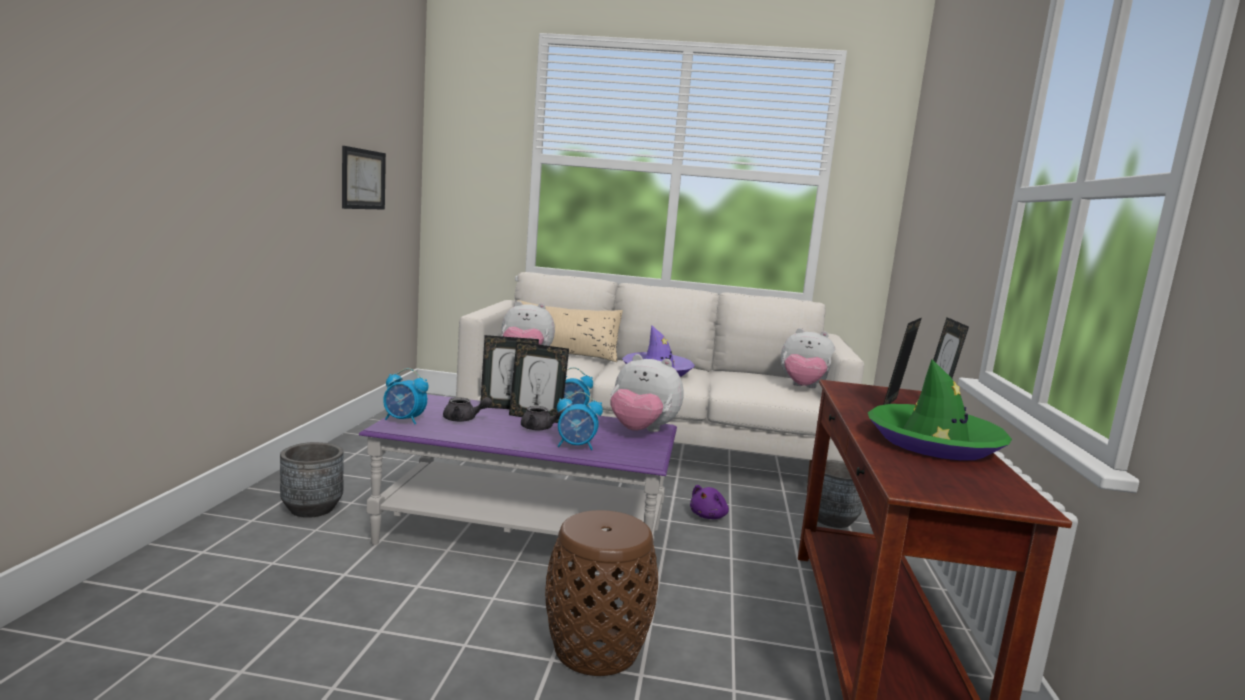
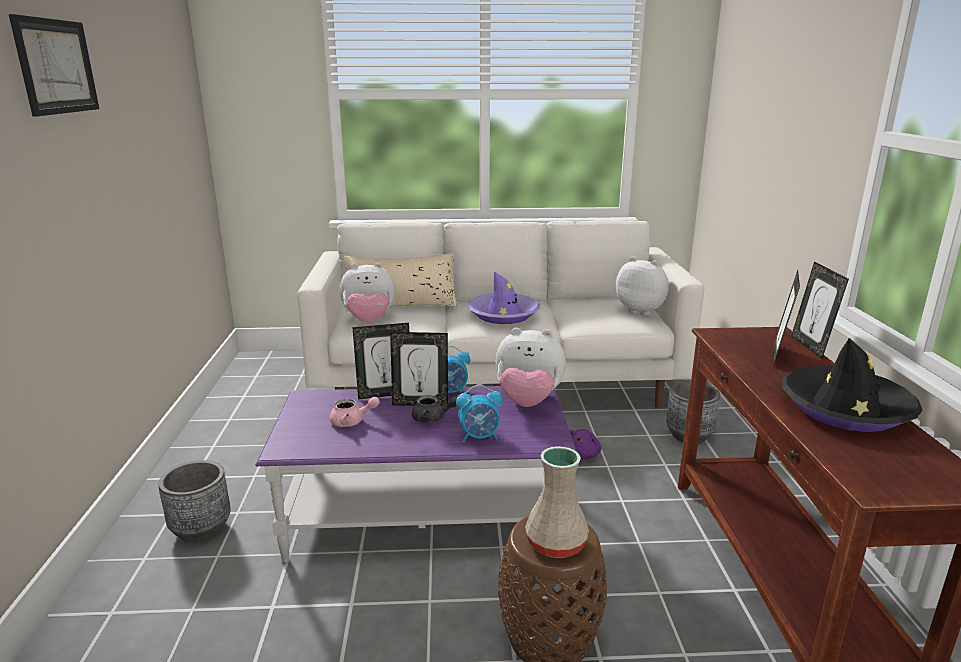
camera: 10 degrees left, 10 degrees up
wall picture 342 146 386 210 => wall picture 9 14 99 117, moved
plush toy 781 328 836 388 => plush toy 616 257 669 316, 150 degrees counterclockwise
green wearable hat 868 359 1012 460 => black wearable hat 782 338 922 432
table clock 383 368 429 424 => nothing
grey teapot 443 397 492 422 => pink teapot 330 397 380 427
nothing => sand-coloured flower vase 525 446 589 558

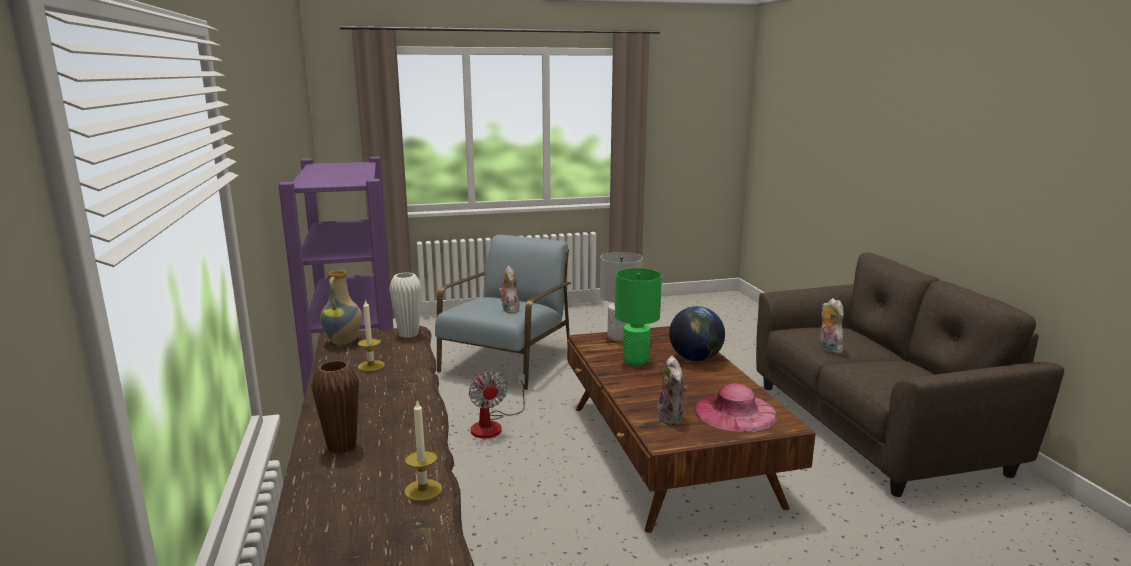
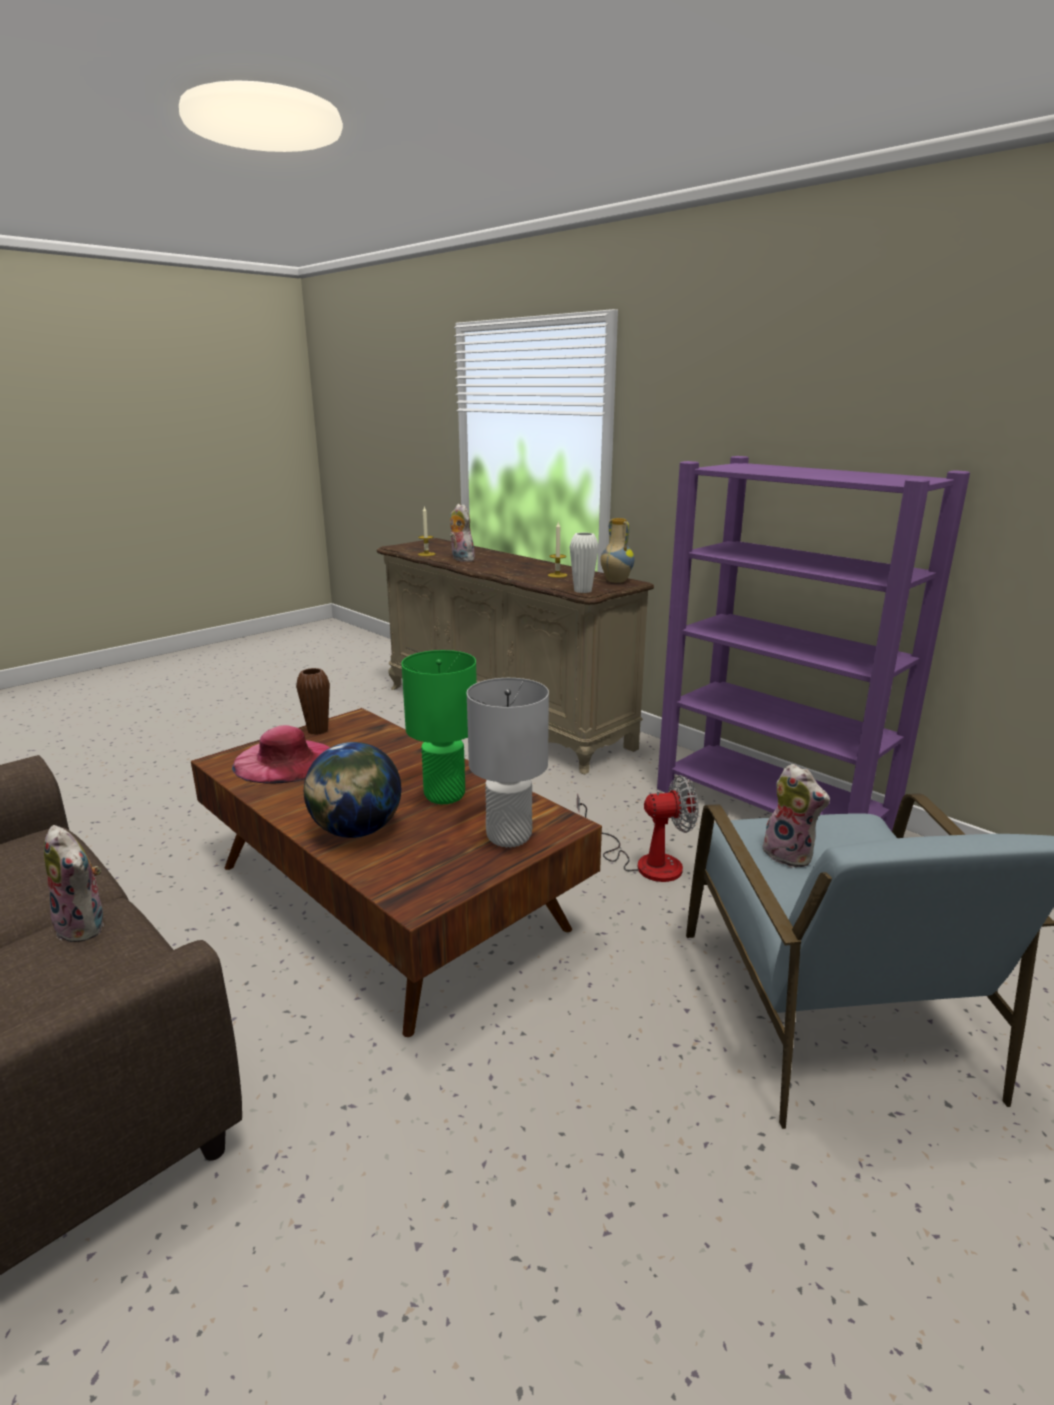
camera: 150 degrees right, 5 degrees up
plush toy 657 356 688 425 => plush toy 450 504 475 562, moved
brownish flower vase 311 360 359 454 => brownish flower vase 296 668 330 735, moved
fan 469 371 525 439 => fan 577 775 699 882, 135 degrees clockwise

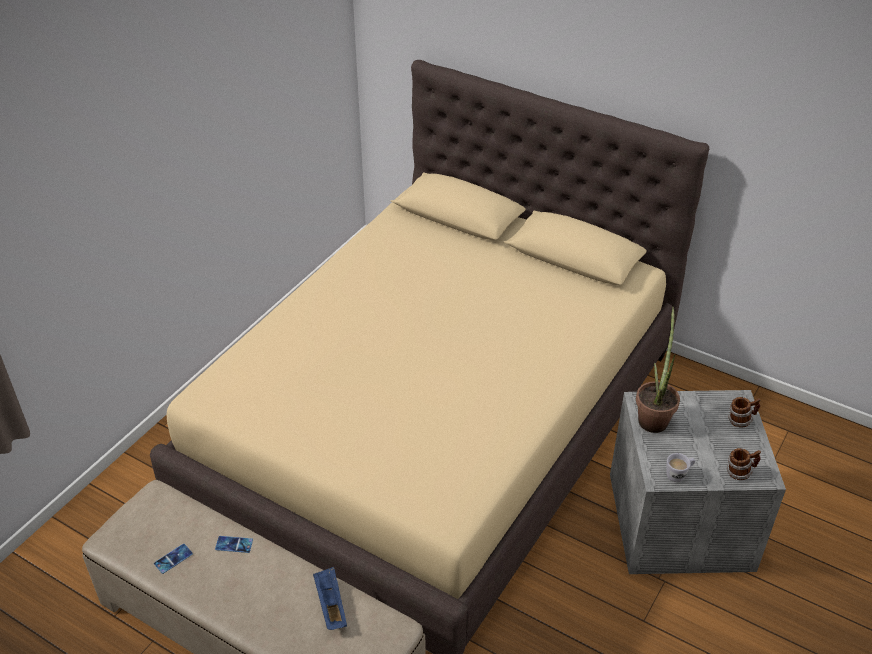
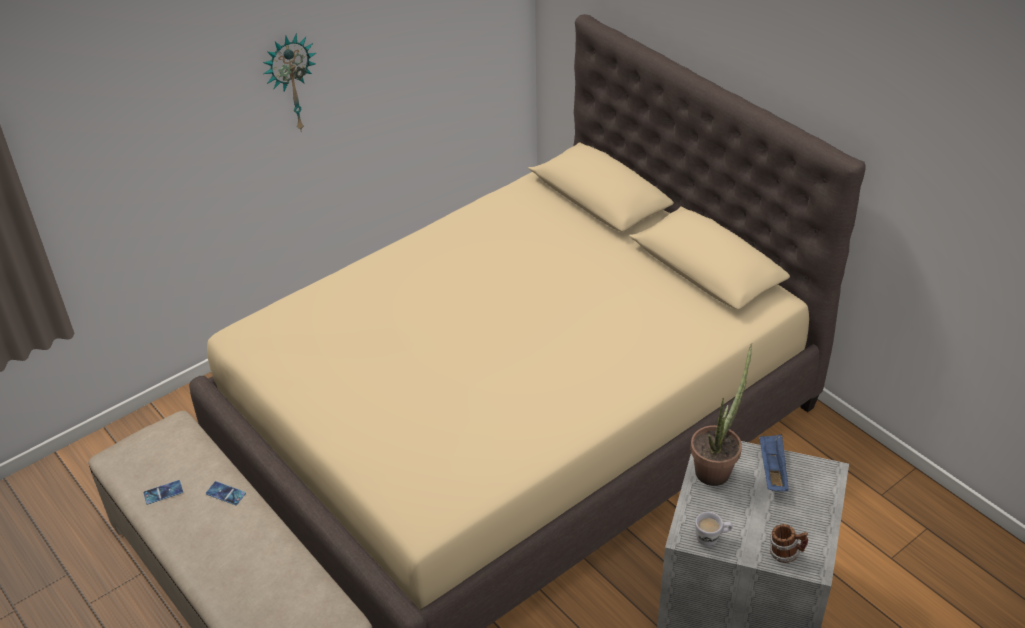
camera: 20 degrees right, 0 degrees up
mug 728 397 761 428 => nothing
blue carrying tray 313 567 347 630 => blue carrying tray 760 434 789 491, moved
nothing => clock on the wall 263 33 316 132

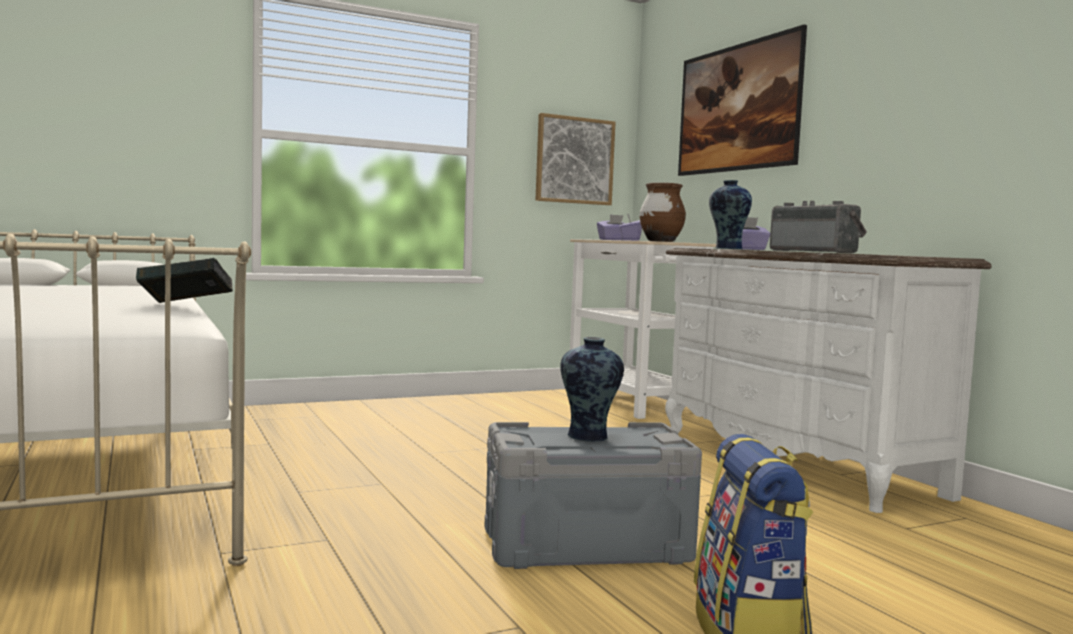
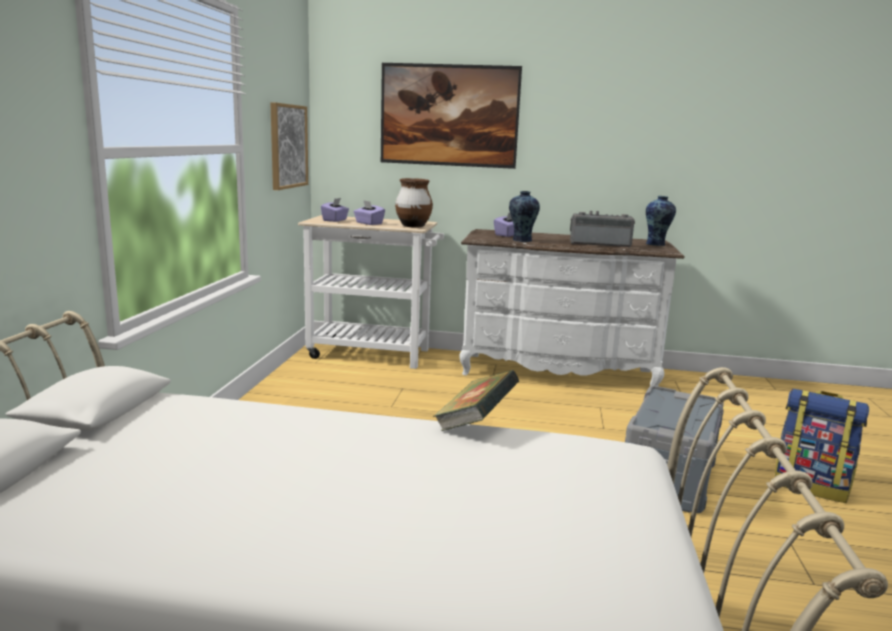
camera: 55 degrees left, 10 degrees up
flower vase 560 337 624 442 => flower vase 646 196 676 246, moved

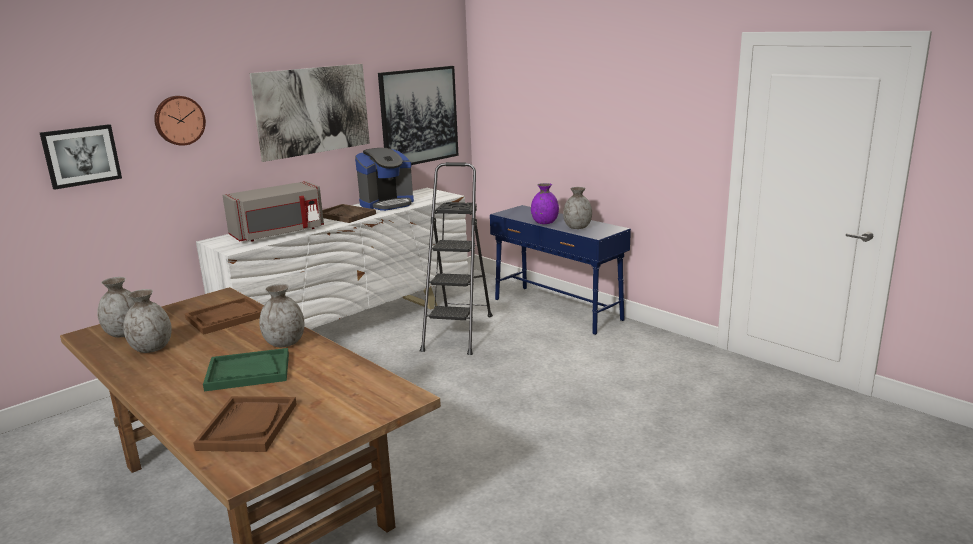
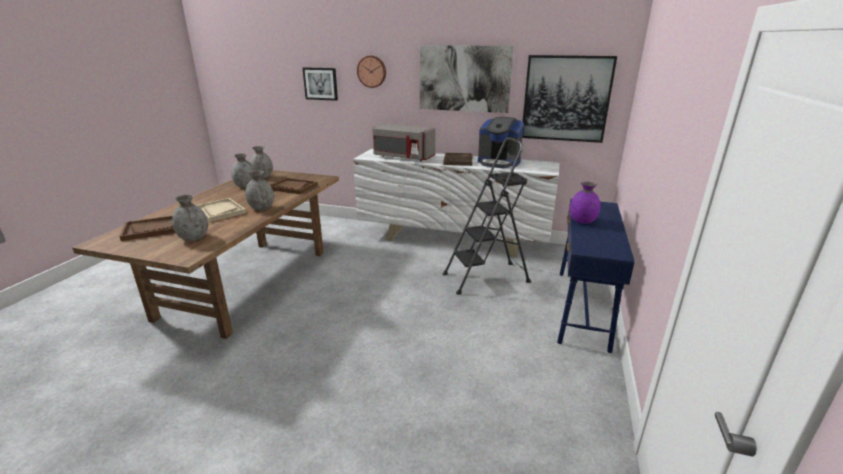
camera: 60 degrees right, 5 degrees up
grey flower vase 563 187 592 229 => grey flower vase 172 195 208 241, moved
green carrying tray 203 348 289 391 => sand-coloured carrying tray 197 198 246 222

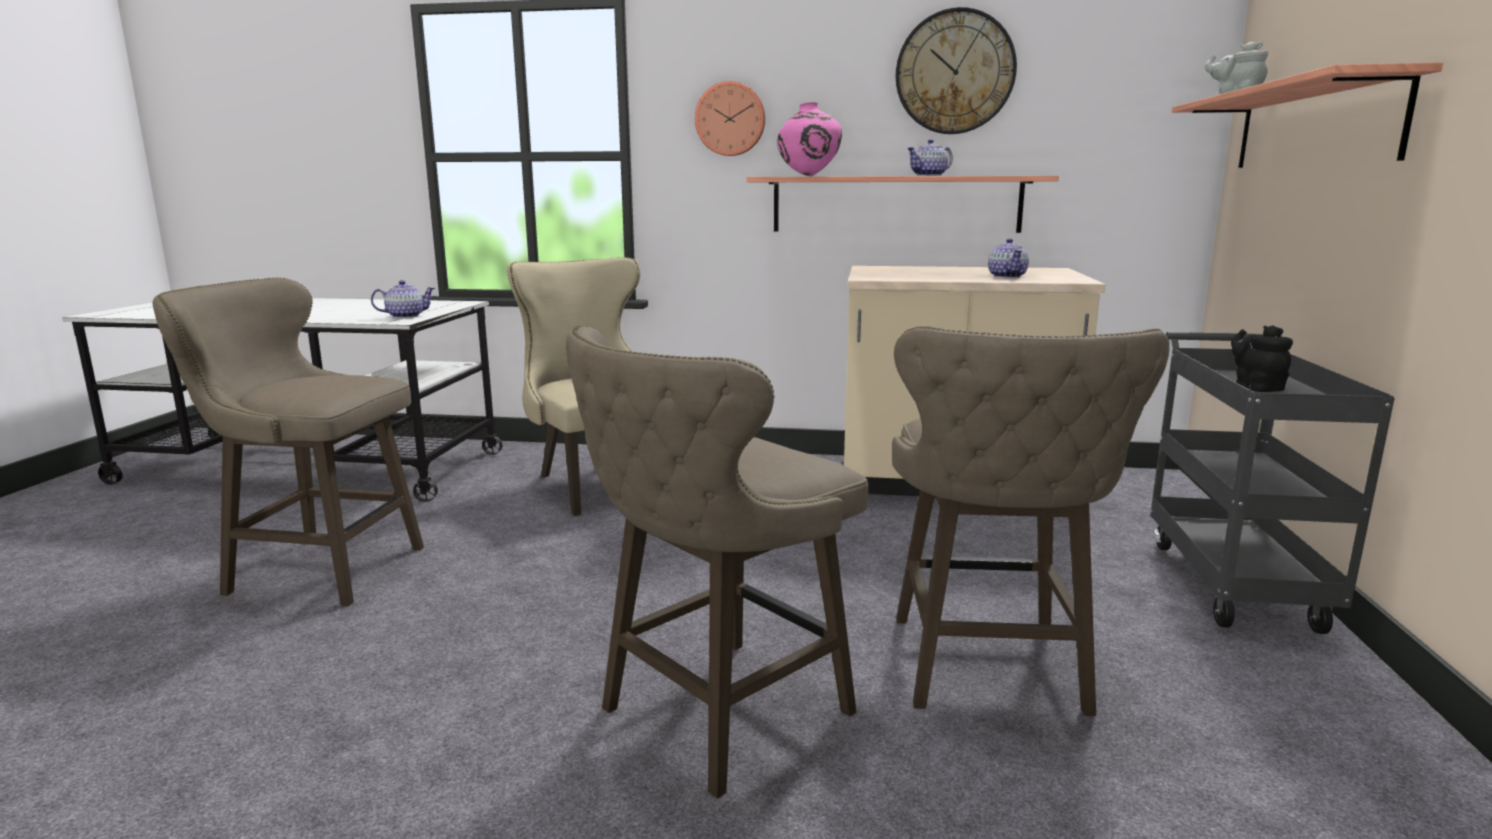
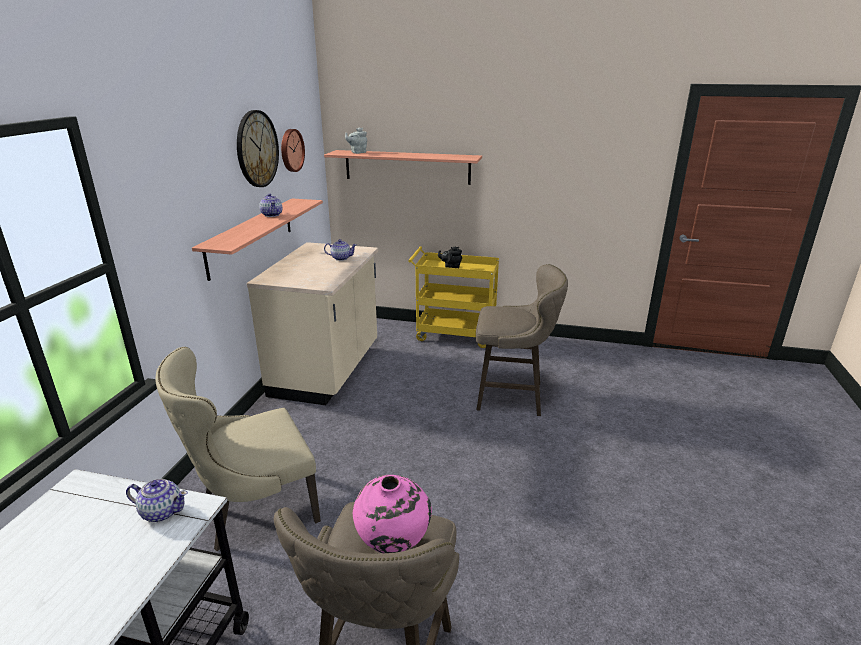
camera: 85 degrees left, 10 degrees up
clock on the wall 695 81 765 156 => clock on the wall 281 129 305 172, moved
pink flower vase 777 102 842 176 => pink flower vase 352 475 432 553, moved
teapot 371 280 435 318 => teapot 126 479 188 522, 120 degrees clockwise
sand-coloured stool seat 566 326 869 799 => nothing
grey cart 1150 332 1394 634 => yellow cart 408 246 499 348

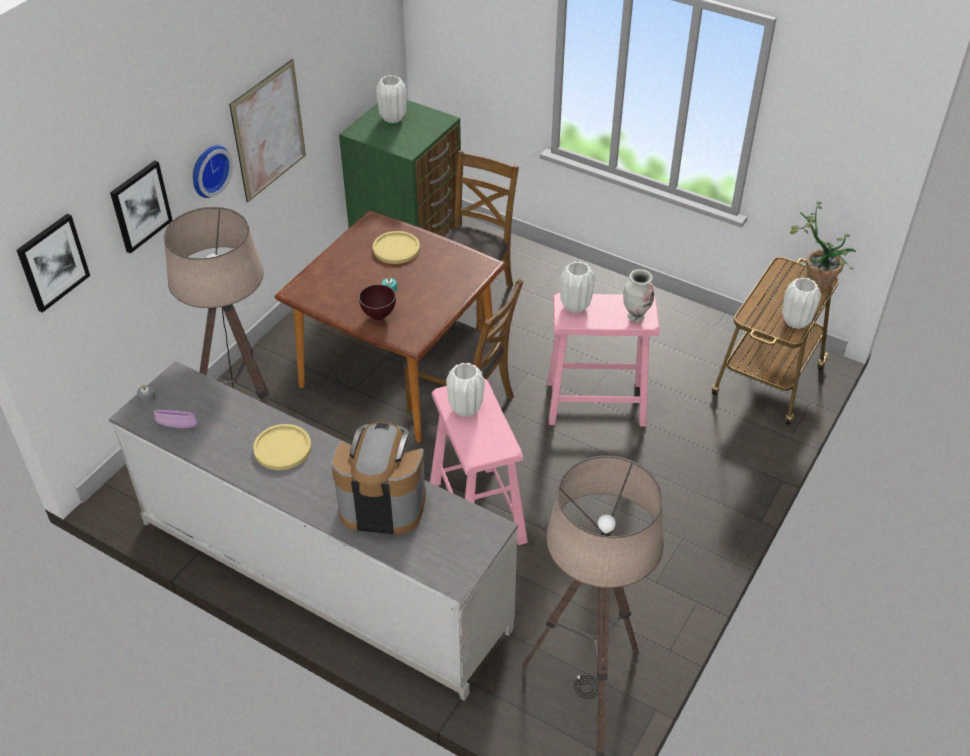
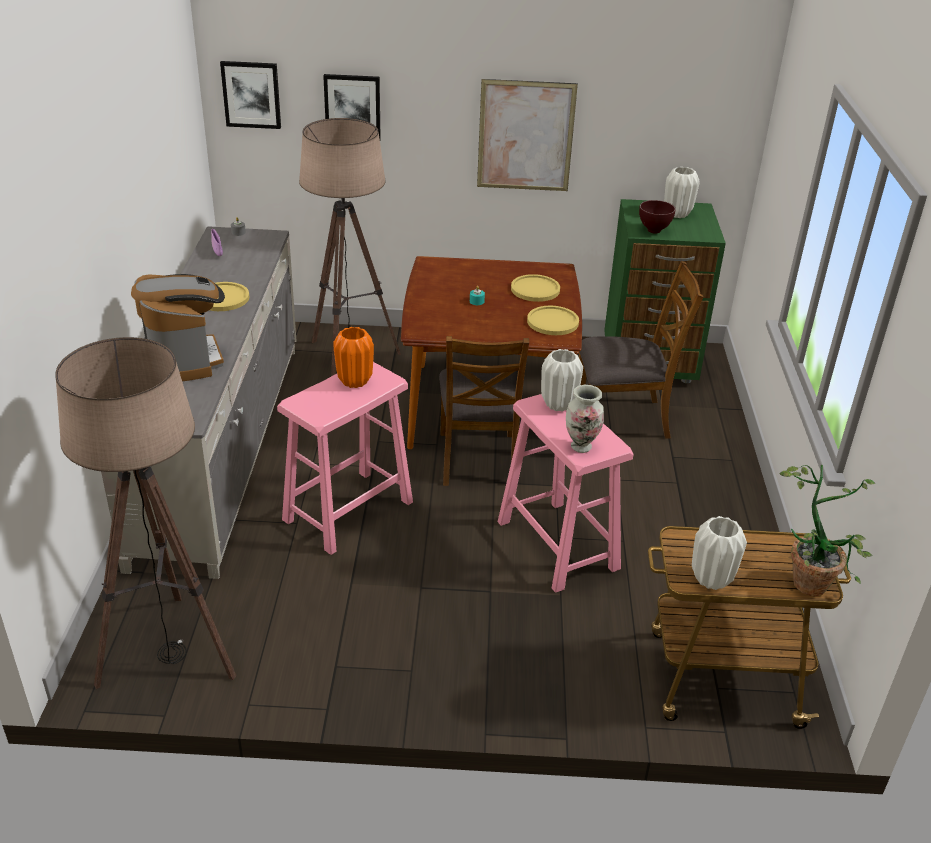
camera: 60 degrees right, 10 degrees down
clock on the wall 193 145 233 198 => nothing
brownish serving bowl 359 284 396 320 => brownish serving bowl 639 200 676 234, moved
white flower vase 446 363 485 417 => orange flower vase 333 327 374 388
nothing => yellow dinner plate 527 306 579 335

